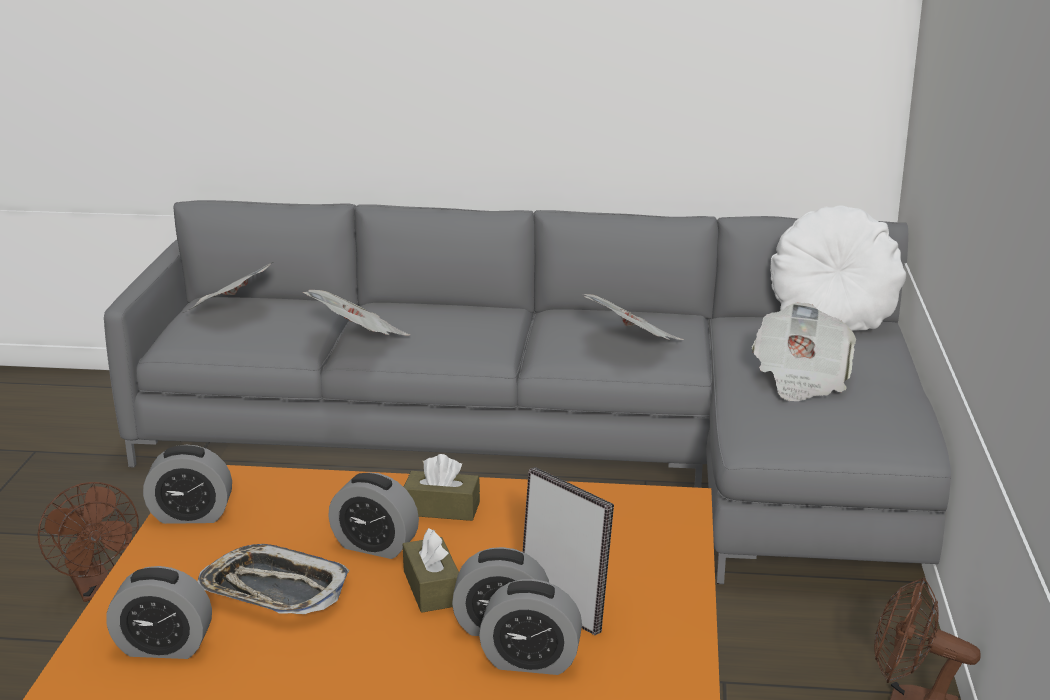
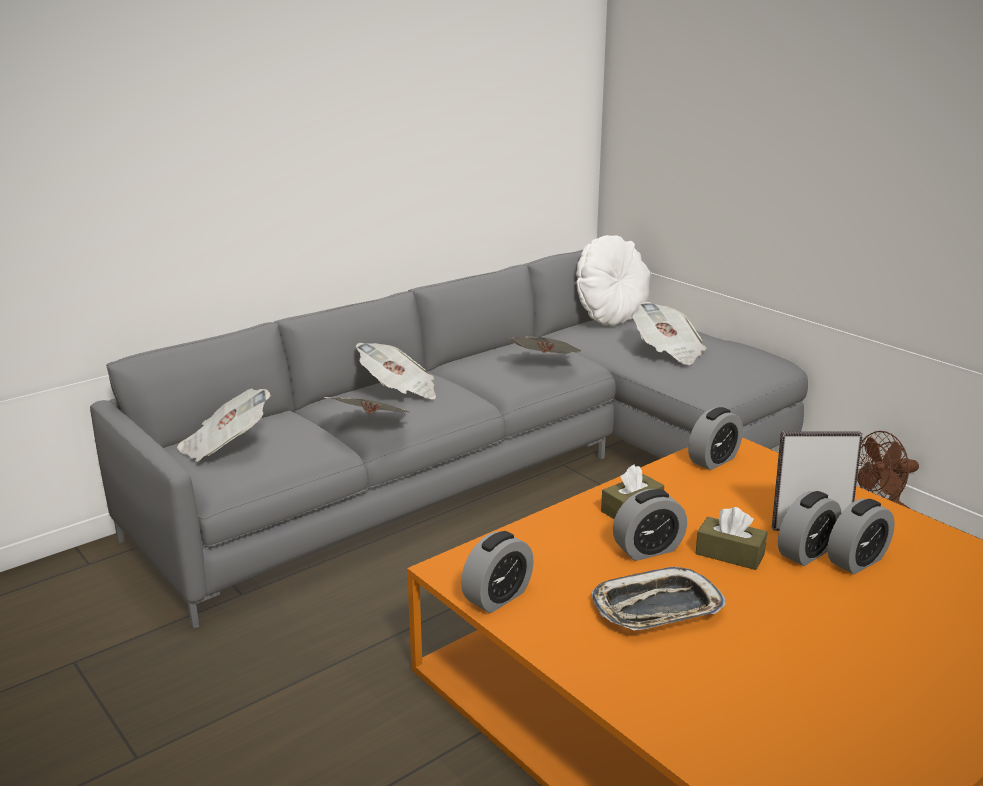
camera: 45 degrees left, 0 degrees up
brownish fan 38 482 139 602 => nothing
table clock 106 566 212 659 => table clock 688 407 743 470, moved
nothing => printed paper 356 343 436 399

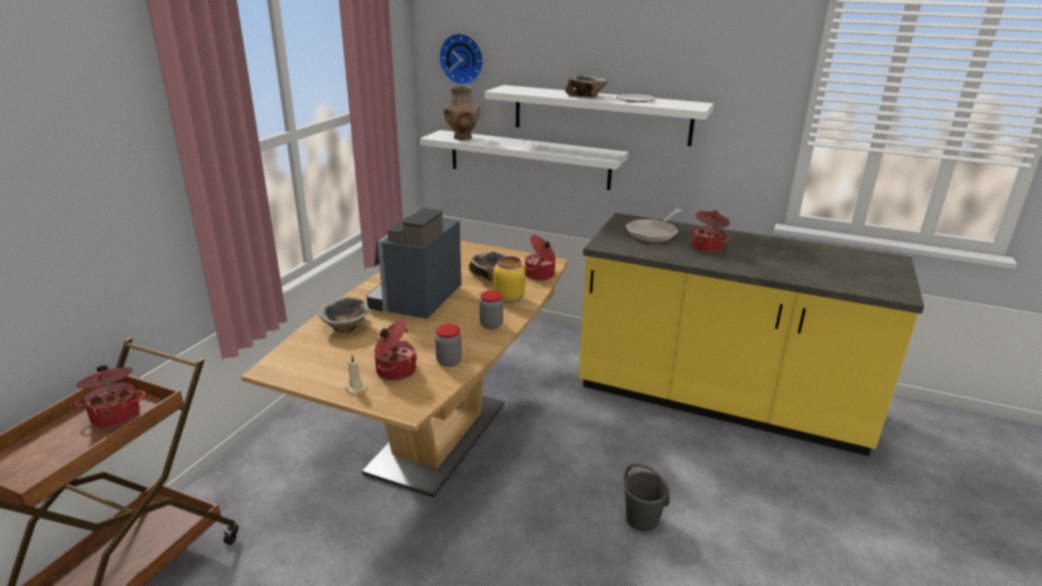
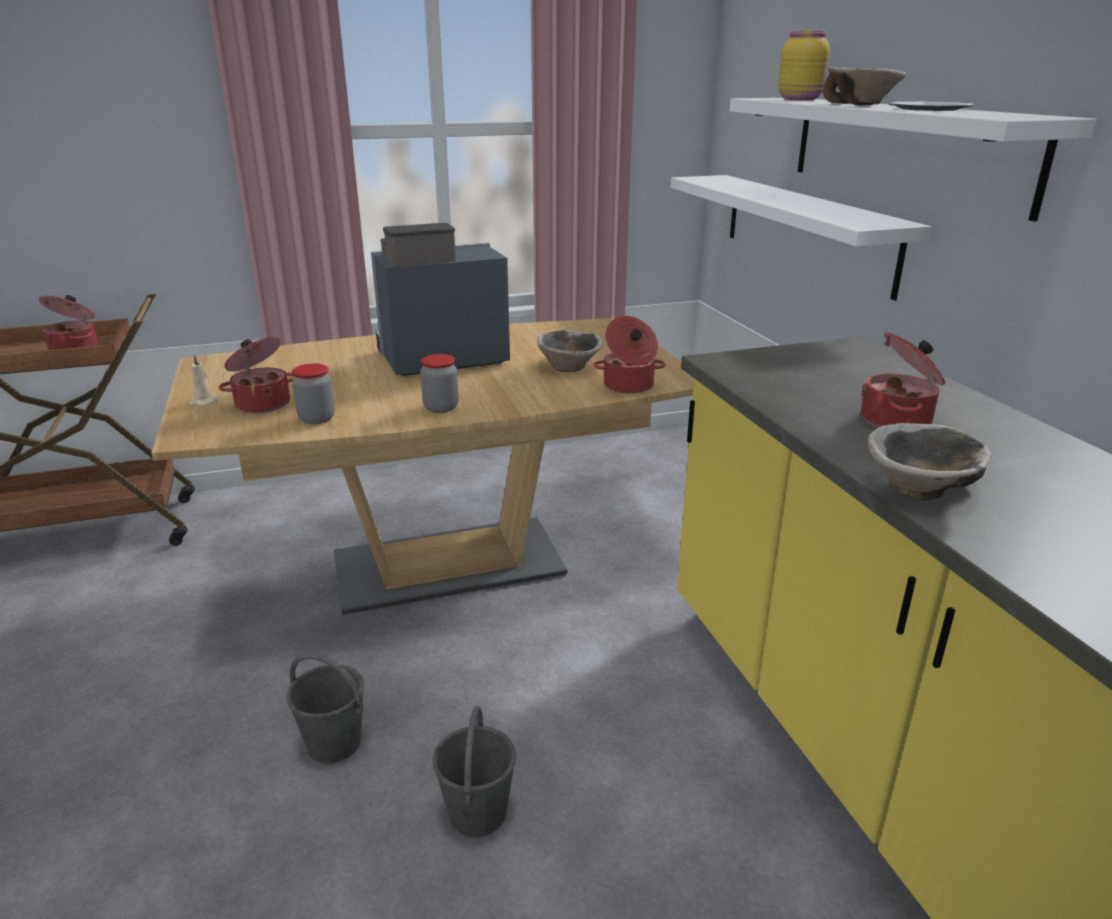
camera: 50 degrees right, 0 degrees up
clock on the wall 439 33 484 86 => nothing
brownish flower vase 444 86 480 140 => nothing
frying pan 626 209 682 243 => nothing
yellow jar 493 256 525 303 => yellow jar 778 31 830 100, moved
serving bowl 318 297 369 333 => serving bowl 868 423 990 500, moved
nothing => grey pail 287 653 364 763

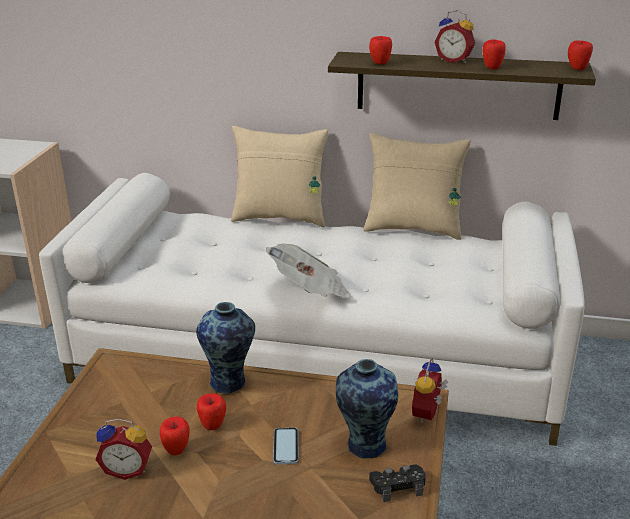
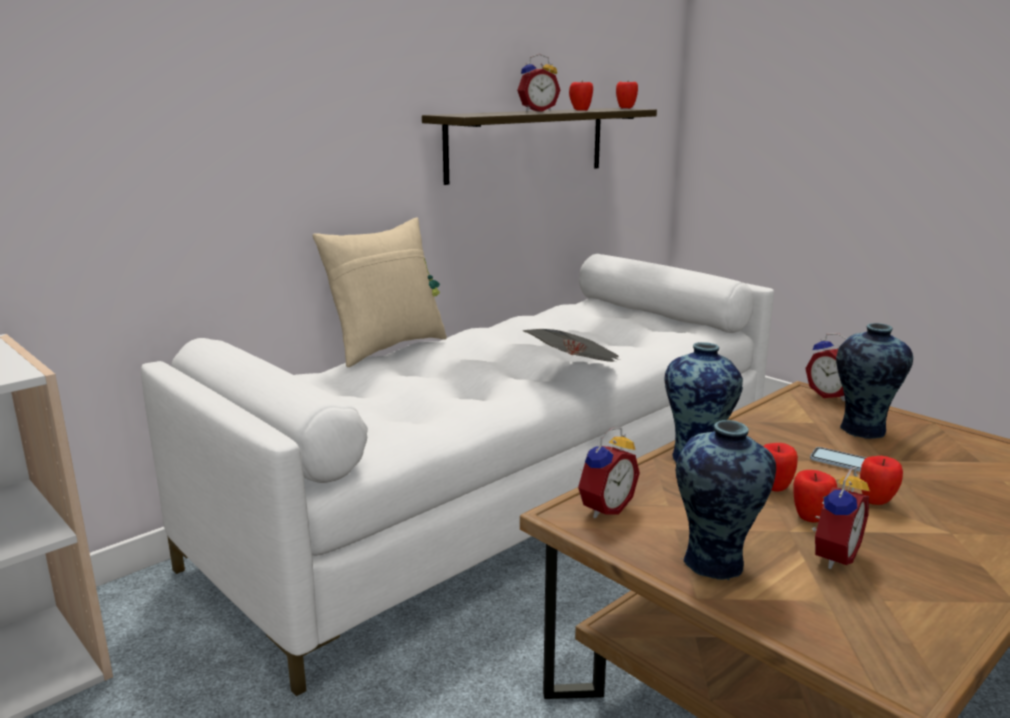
camera: 55 degrees left, 10 degrees down
apple fruit 369 36 392 65 => apple fruit 860 456 903 505, moved
sand-coloured cushion 363 133 471 240 => nothing
black game controller 369 465 426 502 => nothing
nothing => flower vase 676 420 776 580
nothing => table clock 578 427 640 518

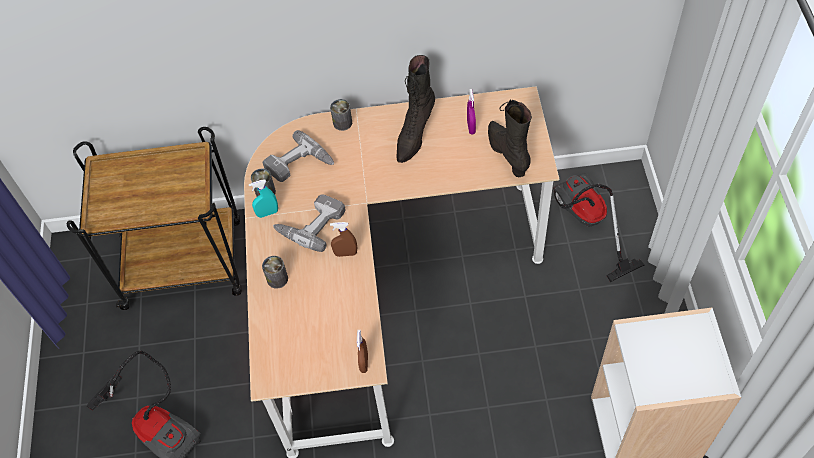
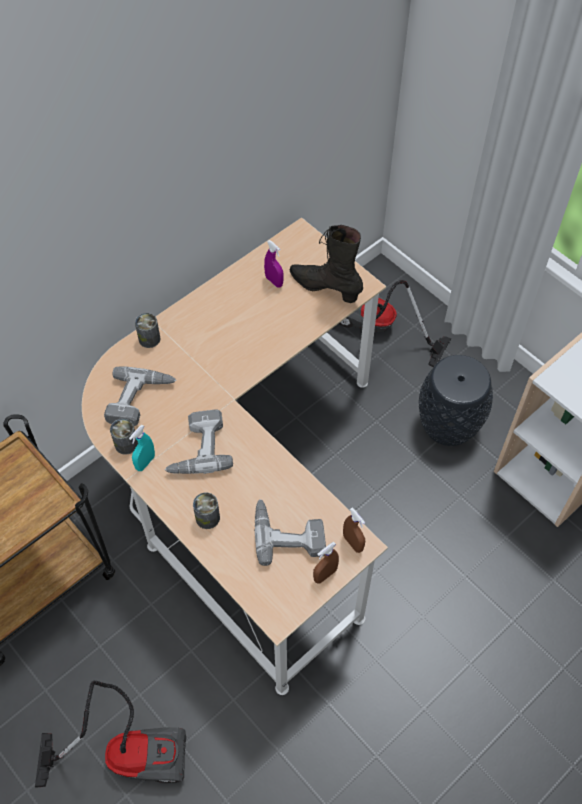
camera: 40 degrees left, 0 degrees up
black high-top boot 397 55 435 163 => nothing
brownish sprayer 330 222 357 257 => brownish sprayer 313 542 339 583, moved
nothing => black stool seat 419 355 493 446
nothing => electric drill 254 499 326 566

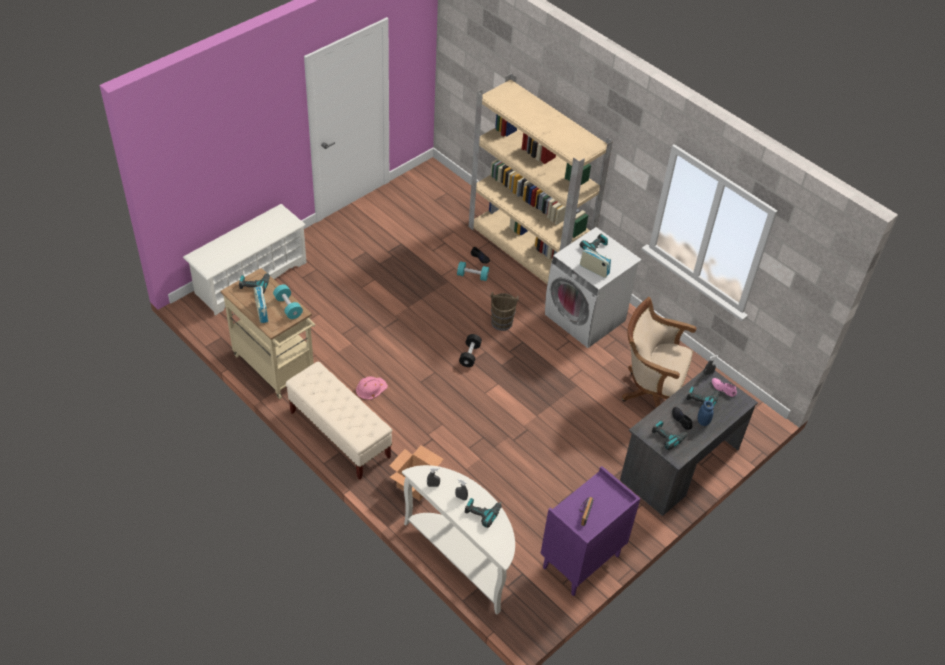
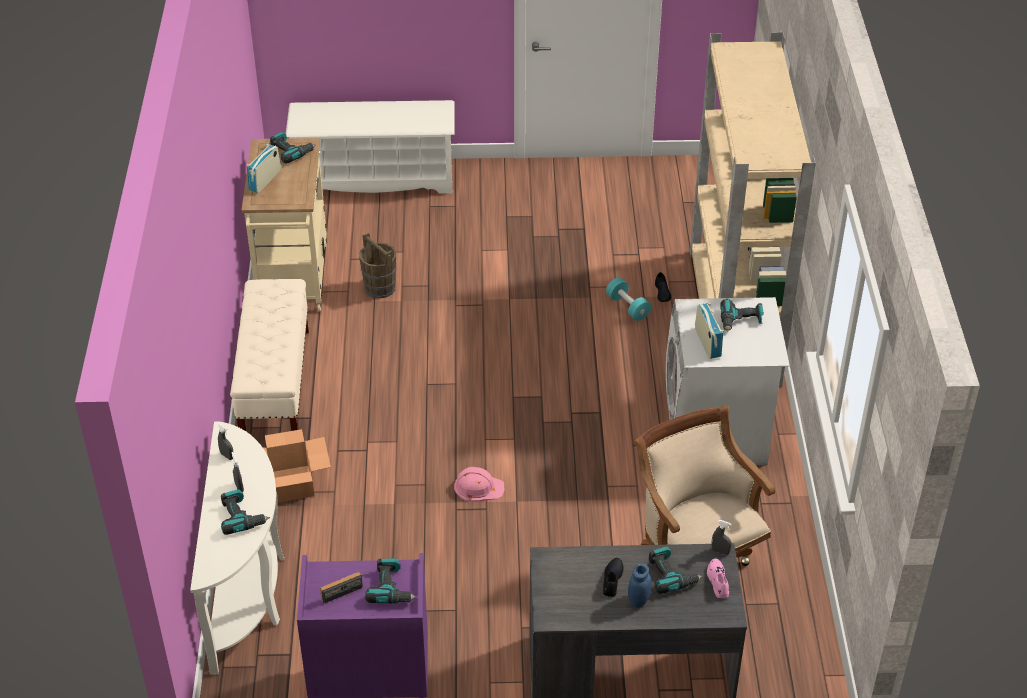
camera: 45 degrees right, 5 degrees down
blue-green dumbbell 273 284 303 319 => nothing
brownish pail 490 292 519 331 => brownish pail 359 232 397 299, moved
black dumbbell 459 334 482 367 => nothing
pink hard hat 356 376 388 400 => pink hard hat 454 467 504 502, moved
electric drill 652 421 688 450 => electric drill 365 558 417 604, moved

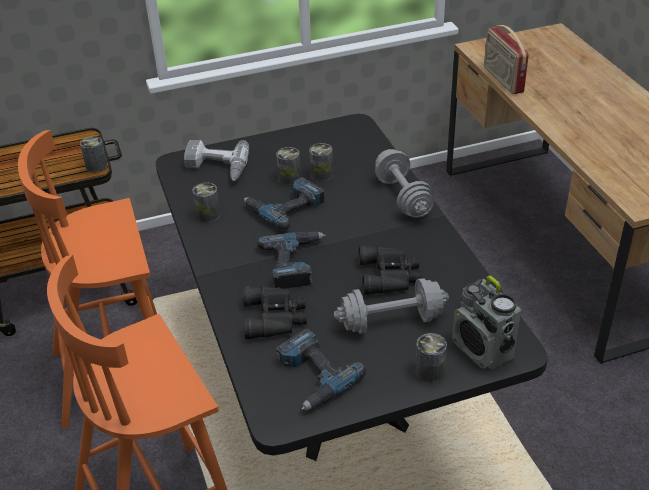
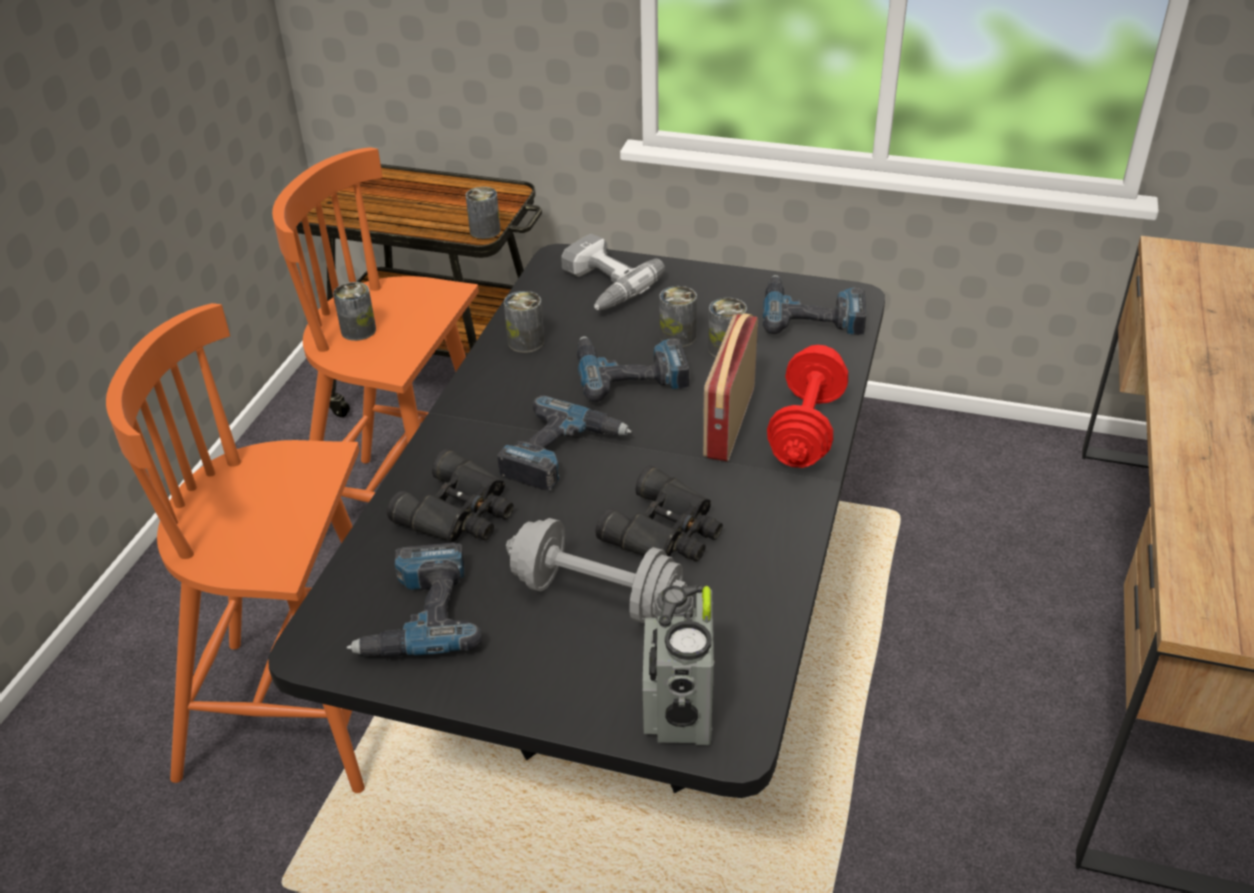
camera: 35 degrees right, 0 degrees up
radio receiver 484 25 529 94 => radio receiver 703 313 758 461, moved
grey dumbbell 375 149 434 218 => red dumbbell 767 345 848 468
can 415 333 447 383 => can 333 282 376 341, moved
nothing => electric drill 763 275 866 335

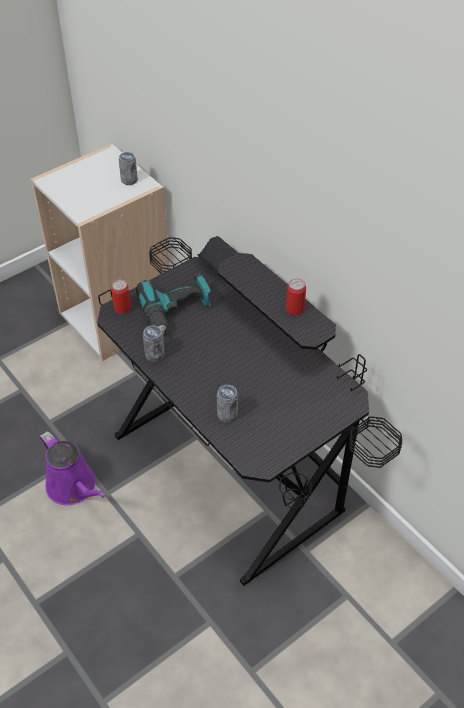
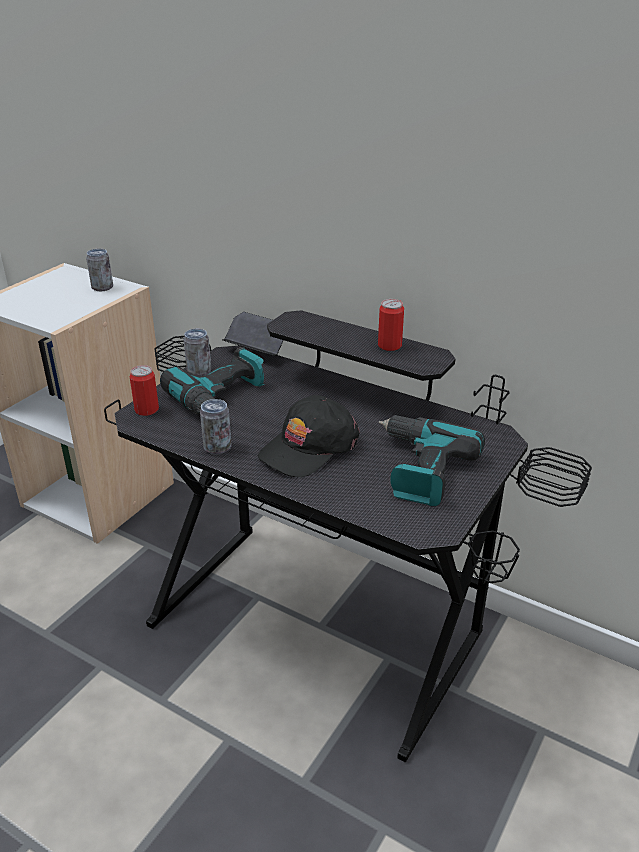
camera: 20 degrees left, 15 degrees down
can 217 385 238 422 => can 183 329 211 376, moved
purple-coloured watering can 39 431 106 505 => nothing
nothing => black cap 258 395 360 477
nothing => electric drill 379 415 485 507

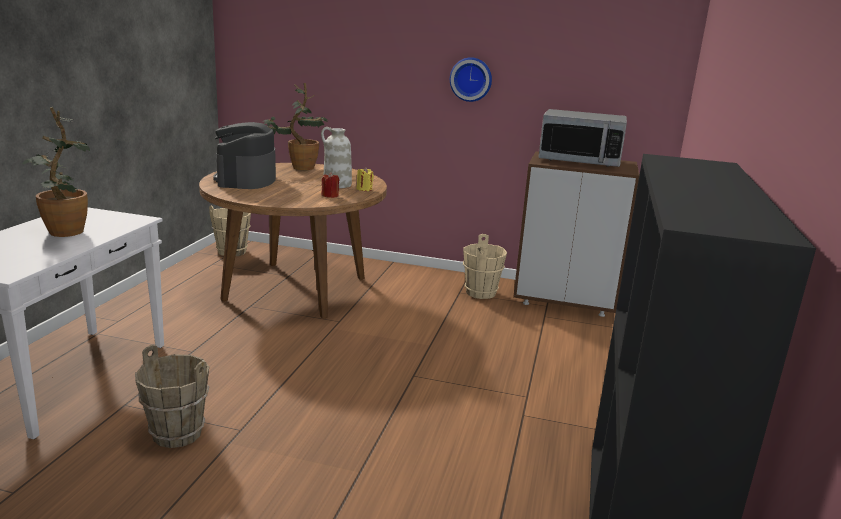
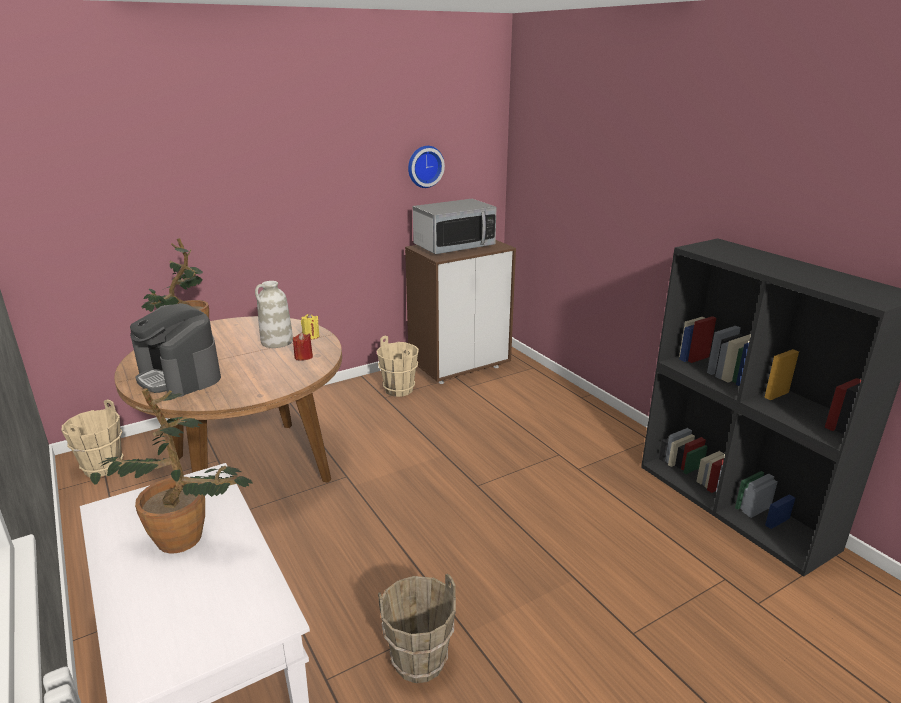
camera: 45 degrees left, 5 degrees up
clock on the wall 450 57 492 102 => clock on the wall 408 146 445 188, moved

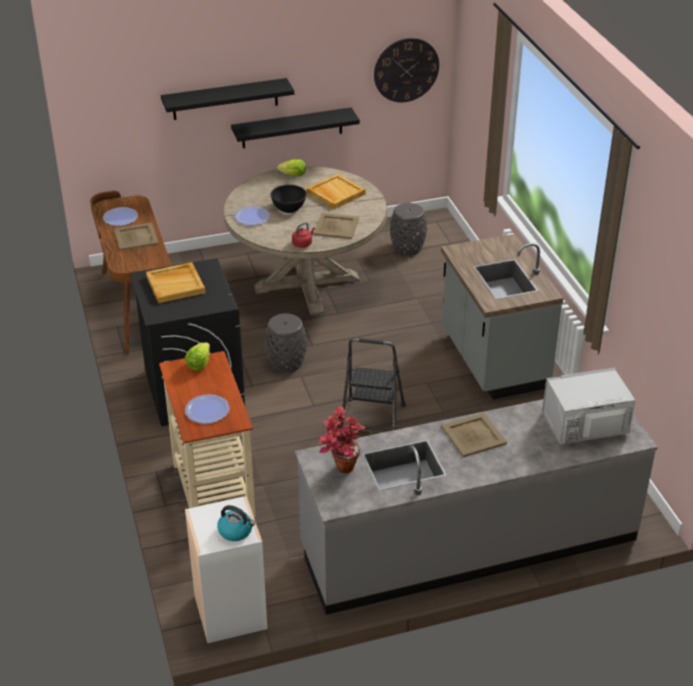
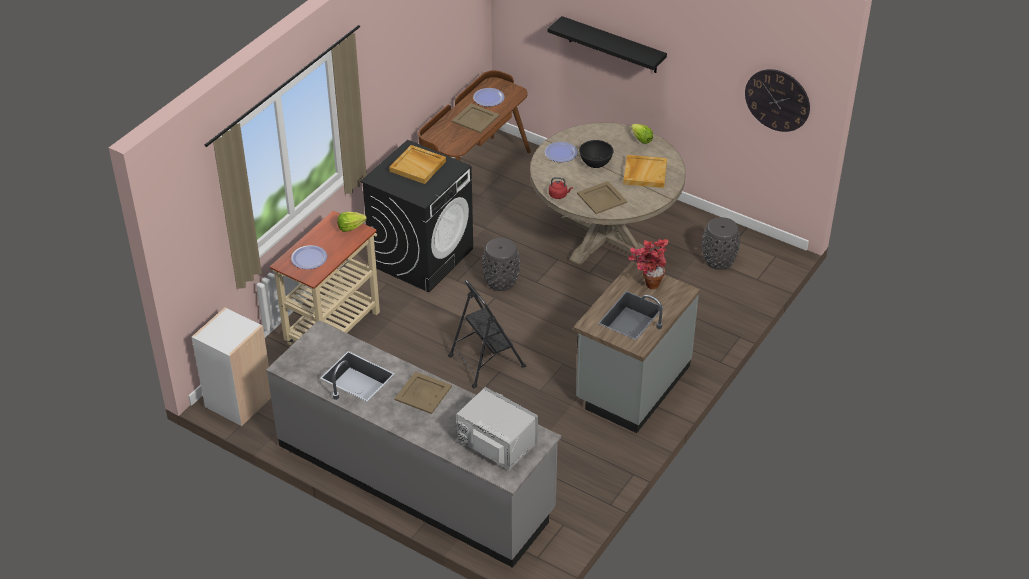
camera: 50 degrees right, 5 degrees up
black wall shelf 231 108 360 148 => nothing
houseplant 318 406 366 474 => houseplant 628 239 669 289, moved
kettle 217 505 255 541 => nothing

